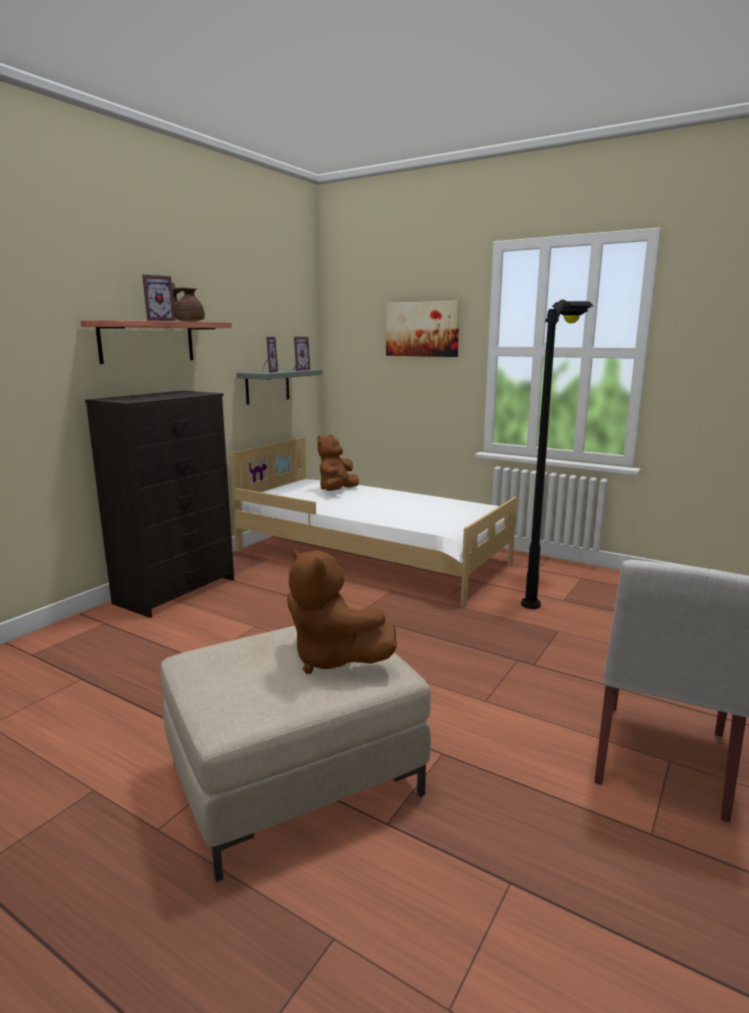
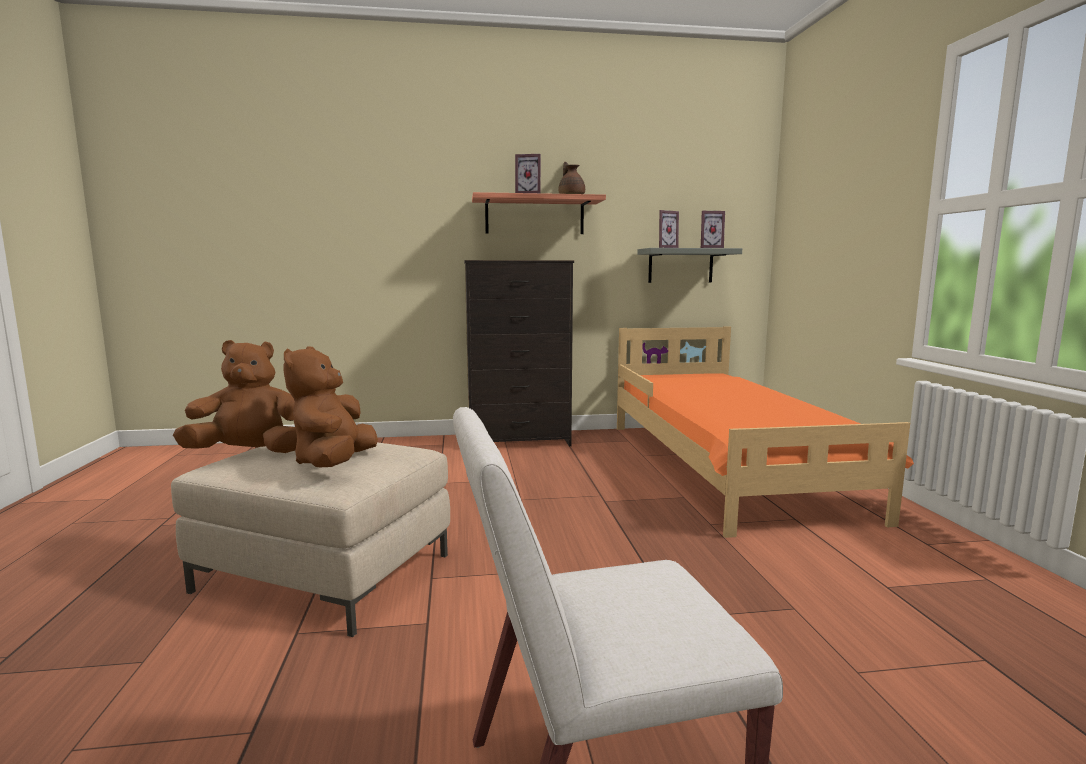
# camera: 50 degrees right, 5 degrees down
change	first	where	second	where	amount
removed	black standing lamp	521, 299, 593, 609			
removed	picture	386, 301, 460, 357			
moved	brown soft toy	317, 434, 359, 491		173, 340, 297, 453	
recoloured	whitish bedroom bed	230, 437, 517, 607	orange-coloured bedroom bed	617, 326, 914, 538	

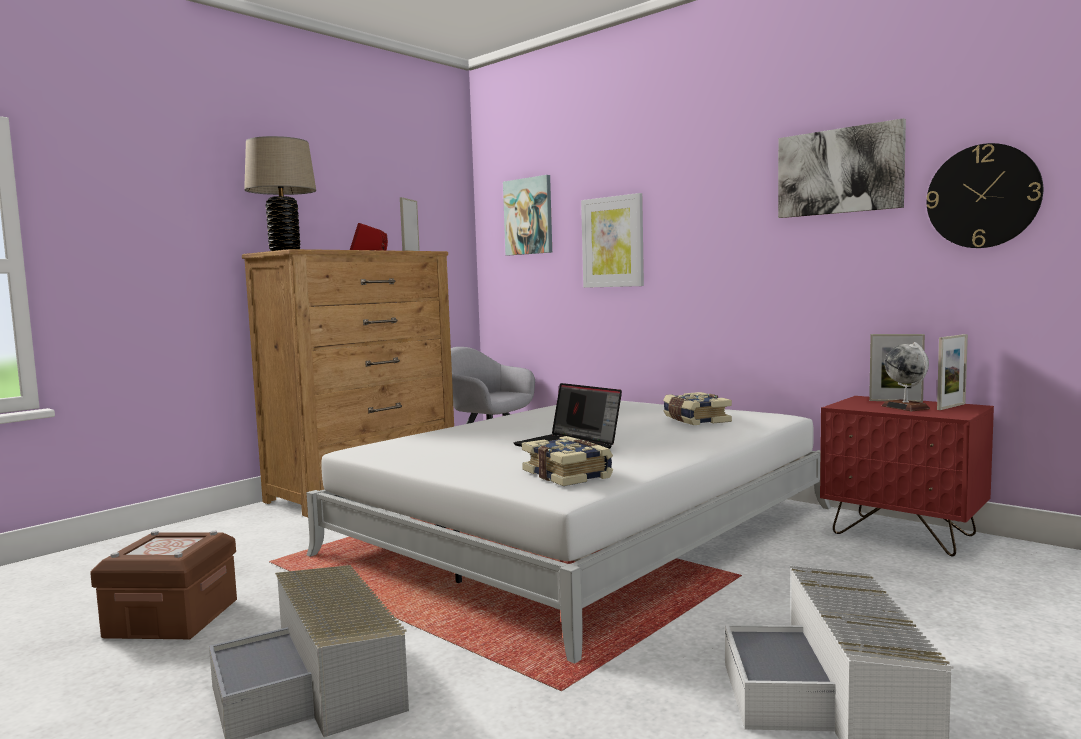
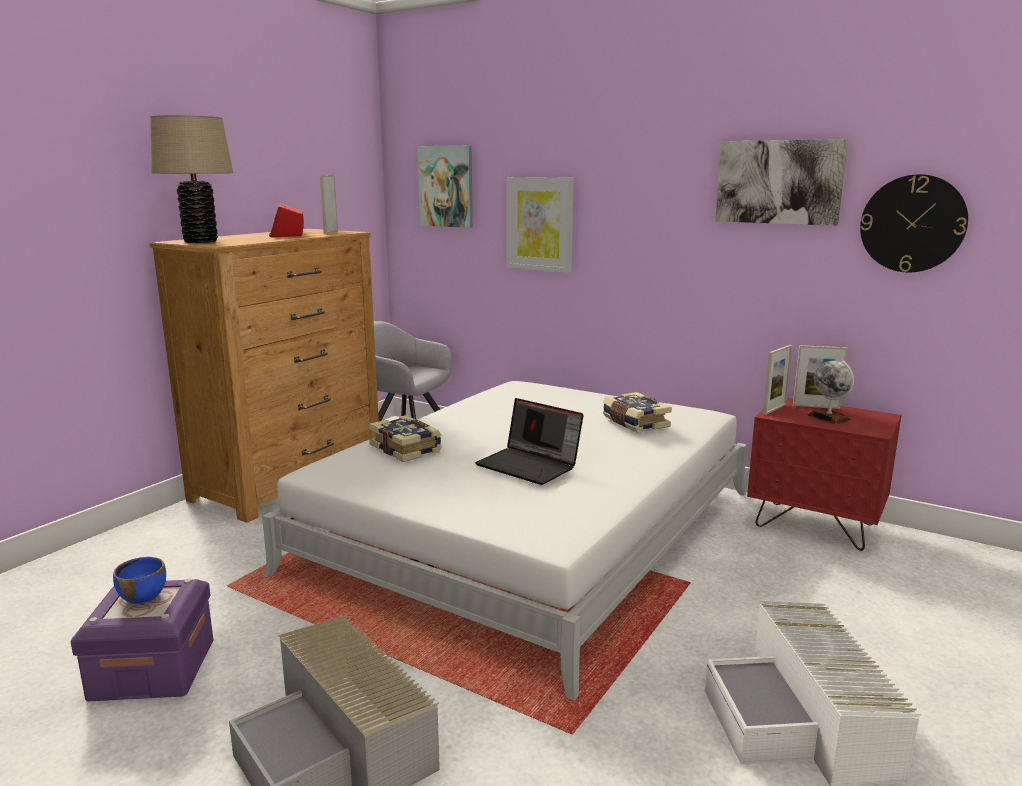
# camera: 10 degrees left, 10 degrees up
change	first	where	second	where	amount
moved	standing frame	937, 334, 968, 410		763, 345, 793, 415	
moved	bound book	522, 436, 613, 486		369, 415, 442, 462	
recoloured	brown storage box	90, 531, 237, 639	purple-coloured storage box	70, 579, 213, 702	
added			blue-coloured serving bowl	113, 557, 166, 604	

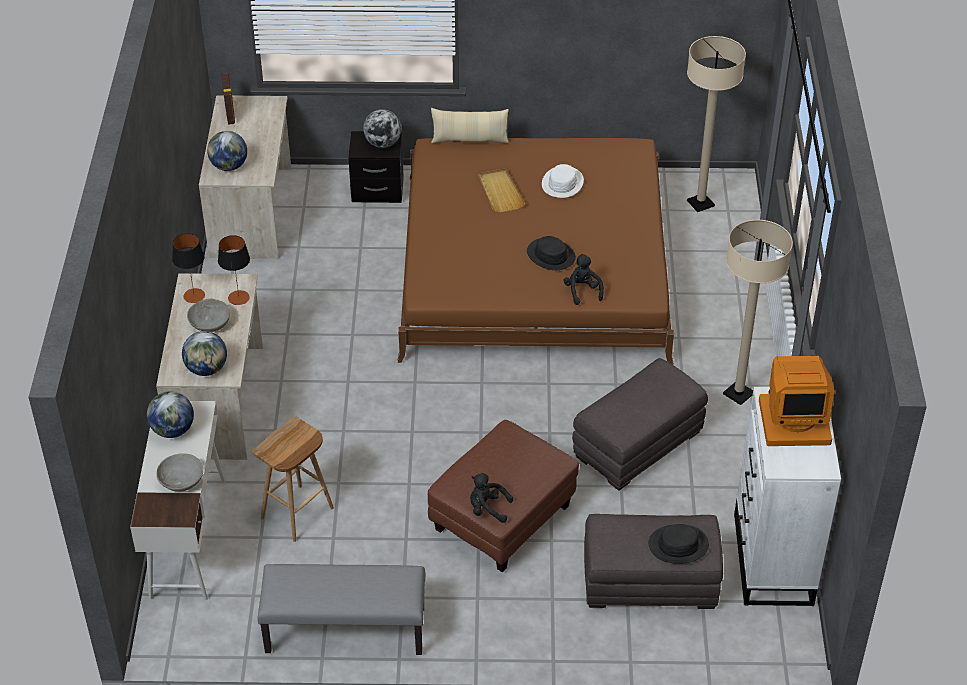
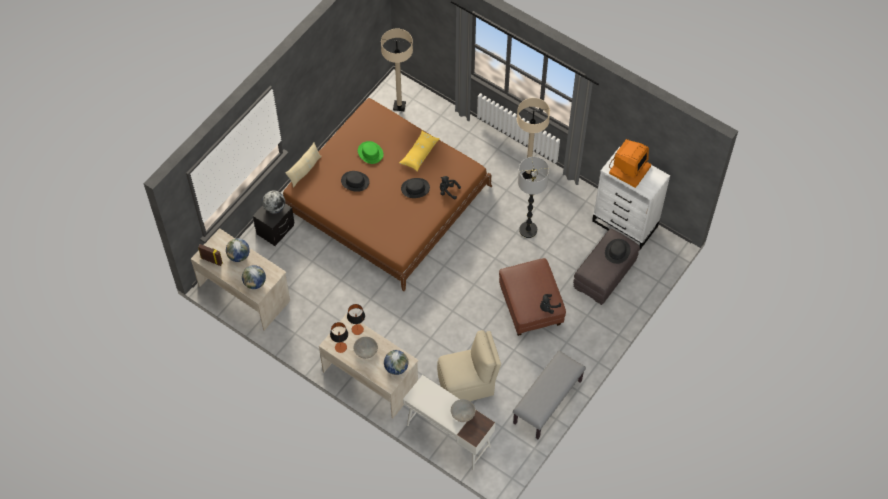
# camera: 55 degrees left, 15 degrees up
change	first	where	second	where	amount
recoloured	whitish clothing hat	542, 164, 584, 198	green-coloured clothing hat	358, 141, 384, 164	
replaced	sand-coloured tray	478, 168, 525, 212	black clothing hat	341, 171, 369, 192	
replaced	grey ottoman	572, 358, 708, 491	standing lamp	518, 157, 549, 238	
moved	world globe	147, 391, 194, 438		226, 238, 250, 262	
replaced	brown stool	252, 416, 334, 542	sand-coloured plain chair	437, 330, 501, 401	
added			yellow-coloured throw pillow	399, 131, 440, 172	

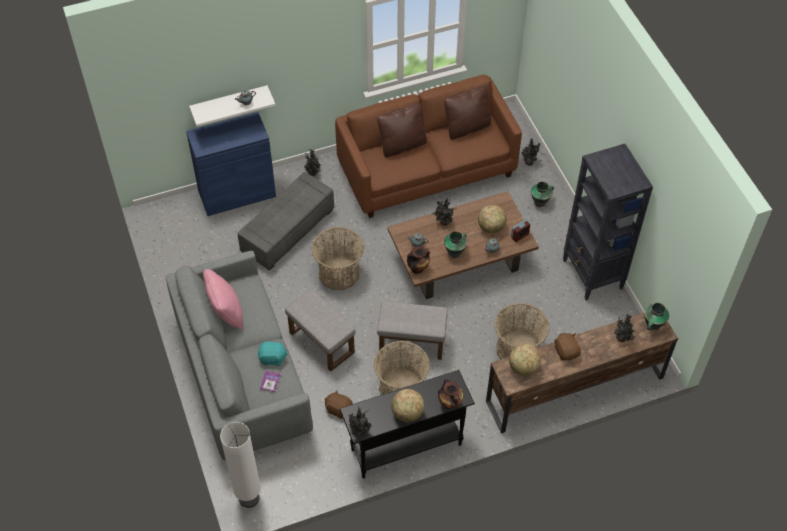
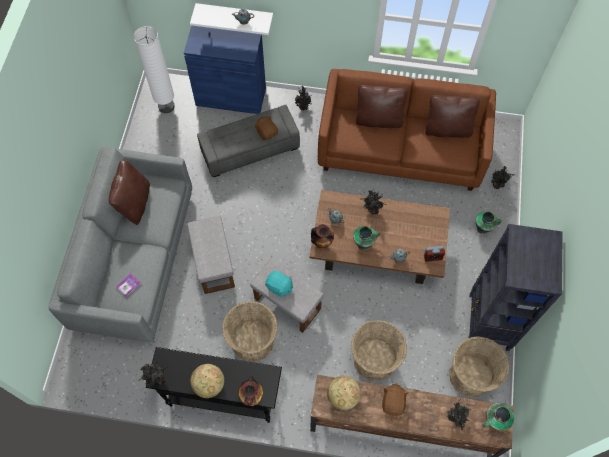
# camera: 30 degrees right, 10 degrees up
change	first	where	second	where	amount
removed	world globe	478, 205, 507, 233			
moved	household basket	311, 227, 364, 290		449, 337, 509, 397	
recoloured	pink-coloured throw pillow	203, 269, 244, 329	brown throw pillow	109, 159, 150, 225	
moved	turquoise-coloured soft toy	258, 340, 288, 366		265, 271, 293, 297	
moved	brown soft toy	325, 390, 352, 419		254, 116, 278, 141	
moved	whitish standing lamp	220, 422, 261, 508		134, 26, 175, 113	

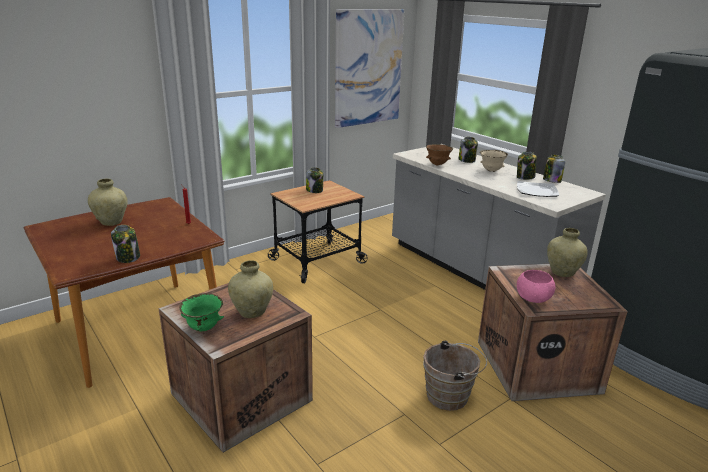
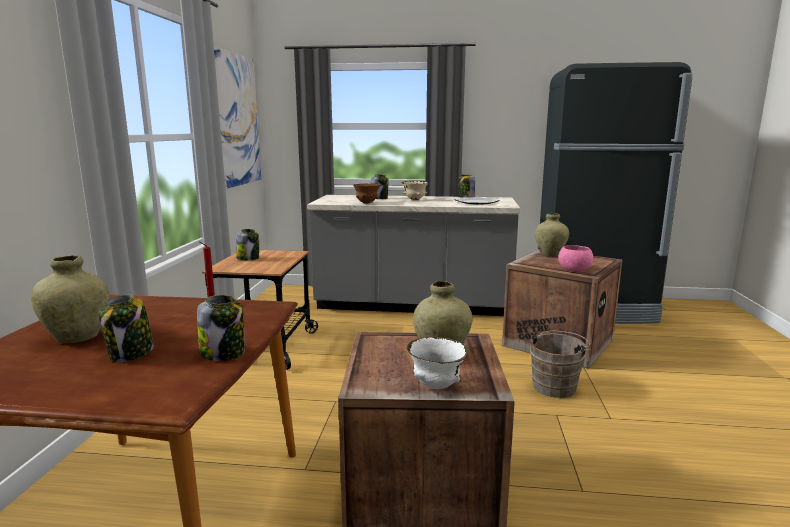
# camera: 45 degrees left, 10 degrees down
change	first	where	second	where	amount
moved	storage jar	517, 152, 537, 180		99, 295, 154, 363	
recoloured	green-coloured serving bowl	180, 293, 224, 331	whitish serving bowl	407, 337, 468, 389	

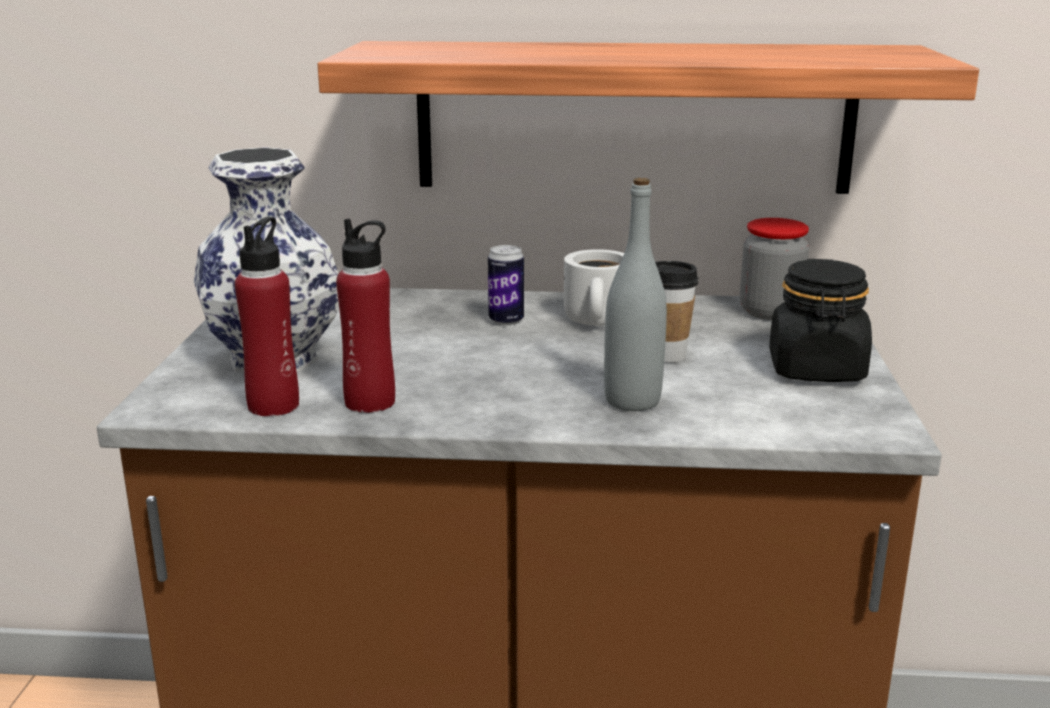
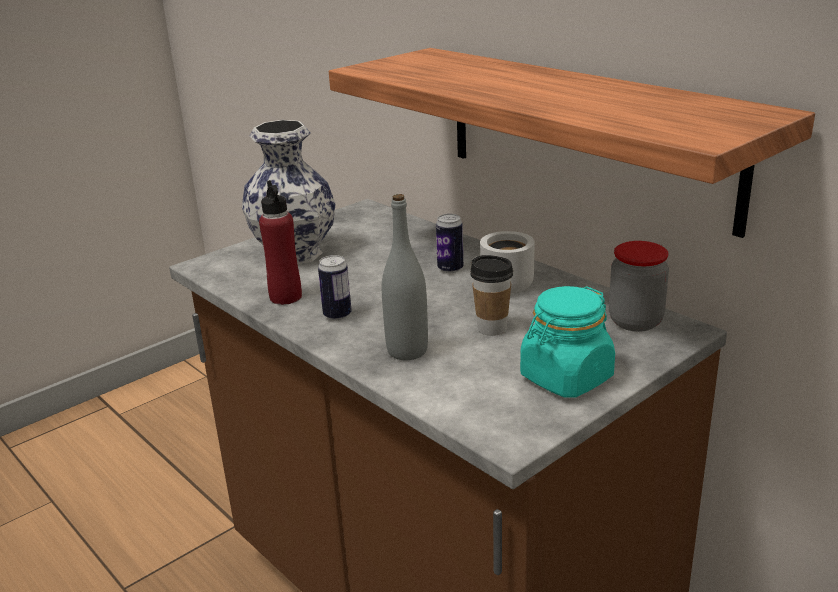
# camera: 45 degrees right, 5 degrees up
change	first	where	second	where	amount
removed	red-coloured drink bottle	235, 217, 299, 416			
recoloured	black storage jar	769, 259, 872, 382	turquoise-coloured storage jar	520, 286, 615, 398	
added			metal can	318, 255, 351, 320	

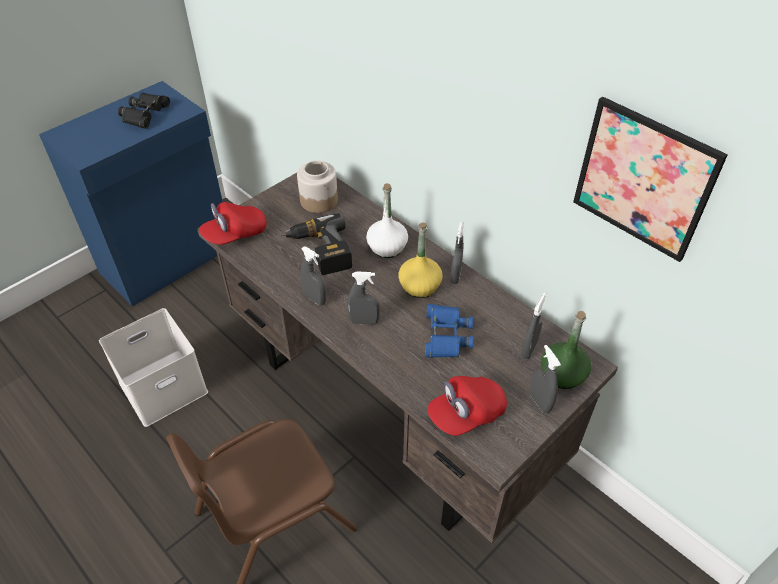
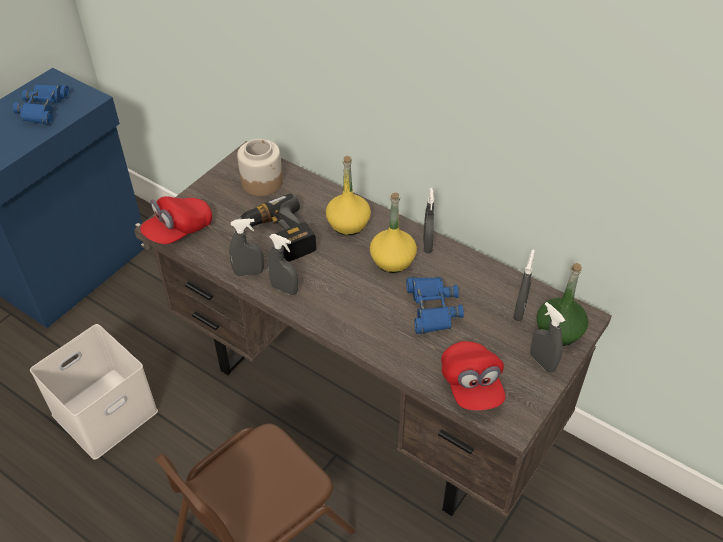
# camera: 10 degrees left, 0 degrees up
change	first	where	second	where	amount
recoloured	black binoculars	118, 93, 170, 129	blue-coloured binoculars	13, 84, 70, 125	
removed	picture	573, 97, 728, 262			
recoloured	whitish drink bottle	366, 183, 408, 258	yellow-coloured drink bottle	326, 156, 371, 236	
moved	grey sprayer	348, 271, 380, 325		229, 218, 264, 276	
turned	red-coloured cap	427, 376, 507, 436		441, 341, 506, 411	60 degrees counterclockwise

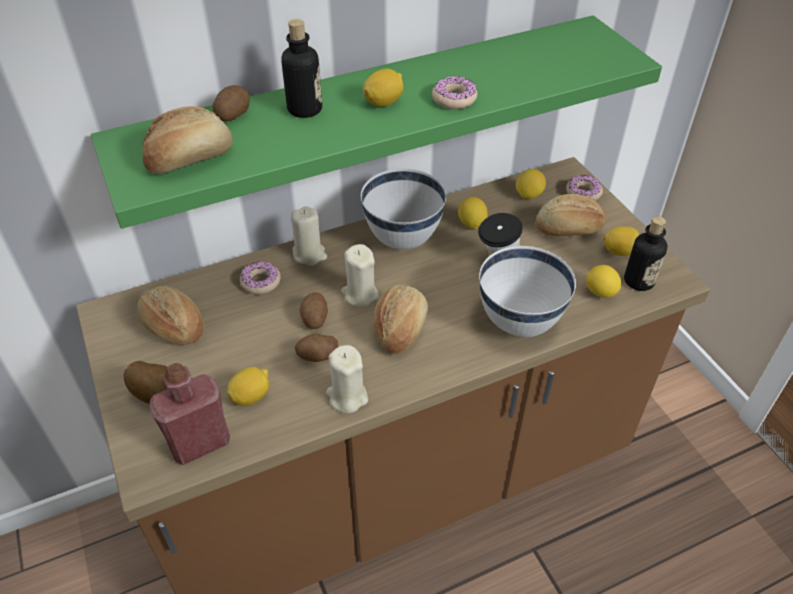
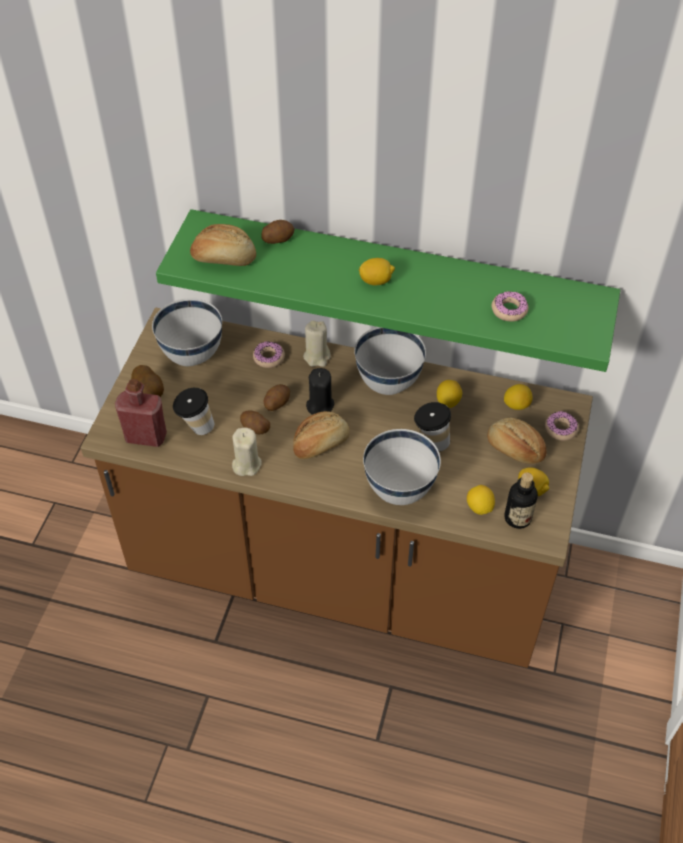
# camera: 40 degrees right, 5 degrees up
change	first	where	second	where	amount
removed	drink bottle	281, 19, 322, 118			
moved	donut	432, 76, 477, 109		492, 291, 529, 322	
recoloured	sand-coloured candle	341, 244, 379, 307	black candle	306, 368, 334, 415	
replaced	baked bread	137, 286, 204, 345	whitish serving bowl	152, 298, 222, 366	
replaced	whole lemon	227, 367, 270, 406	cup	173, 388, 214, 435	

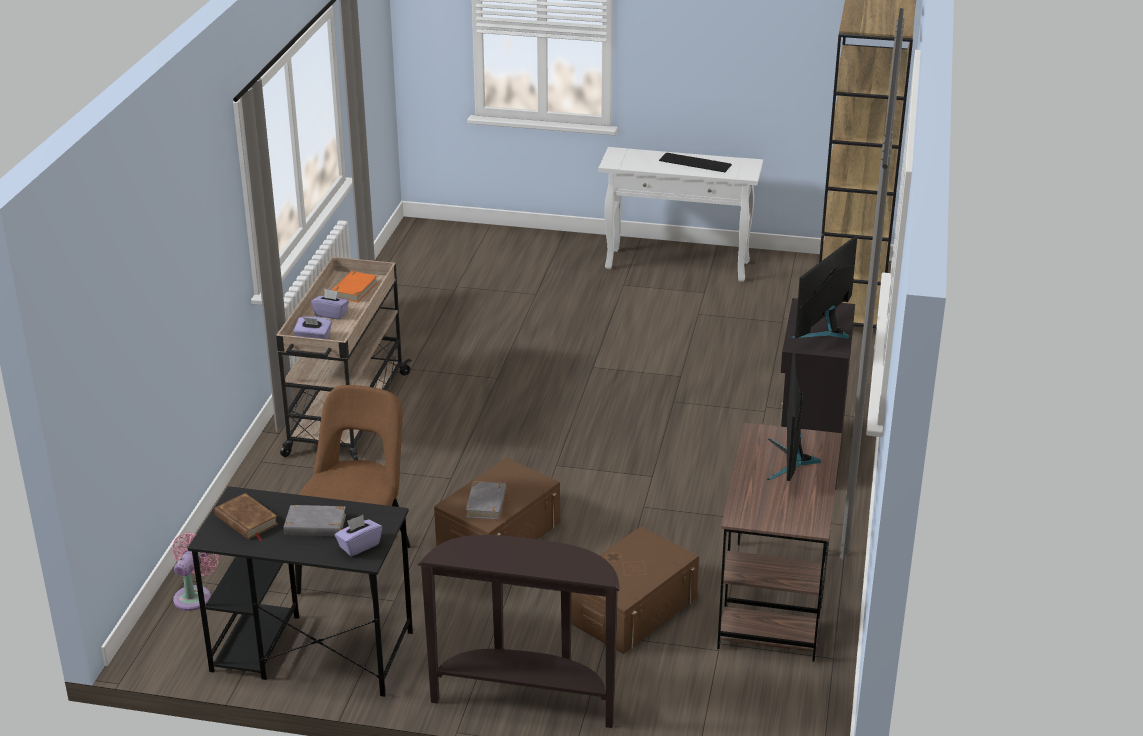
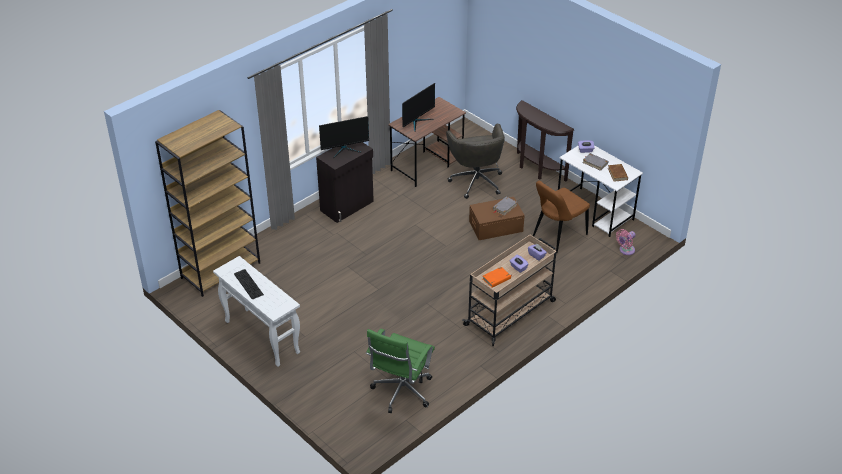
# camera: 145 degrees left, 10 degrees up
change	first	where	second	where	amount
recoloured	black desk	188, 486, 413, 697	whitish desk	558, 145, 643, 237	
replaced	brown storage box	571, 526, 699, 654	grey computer chair	446, 123, 505, 199	
added			green-coloured computer chair	366, 329, 435, 413	

